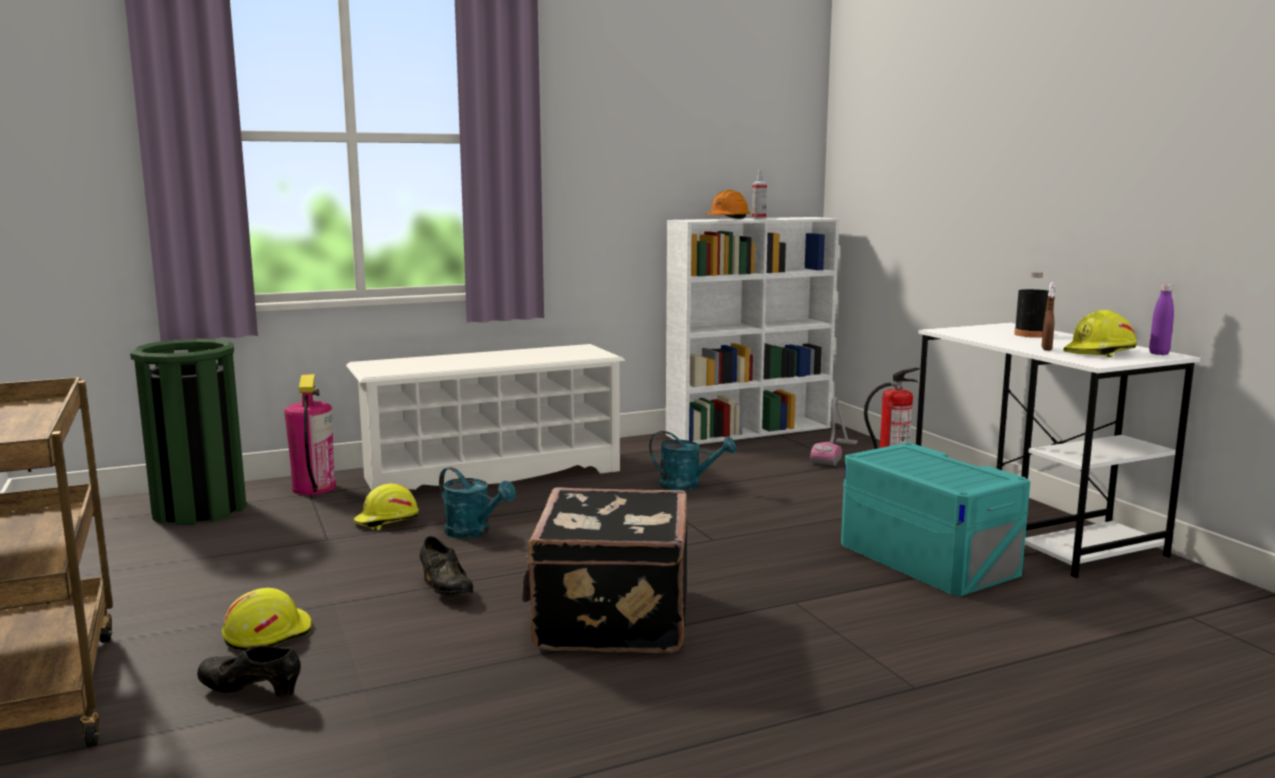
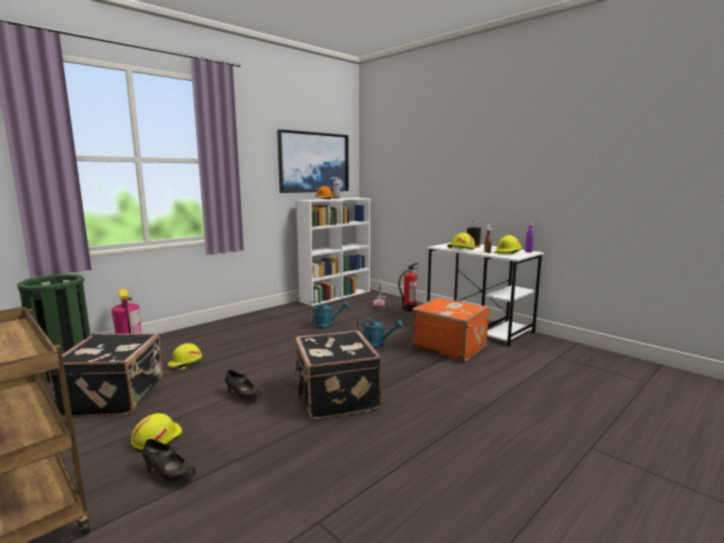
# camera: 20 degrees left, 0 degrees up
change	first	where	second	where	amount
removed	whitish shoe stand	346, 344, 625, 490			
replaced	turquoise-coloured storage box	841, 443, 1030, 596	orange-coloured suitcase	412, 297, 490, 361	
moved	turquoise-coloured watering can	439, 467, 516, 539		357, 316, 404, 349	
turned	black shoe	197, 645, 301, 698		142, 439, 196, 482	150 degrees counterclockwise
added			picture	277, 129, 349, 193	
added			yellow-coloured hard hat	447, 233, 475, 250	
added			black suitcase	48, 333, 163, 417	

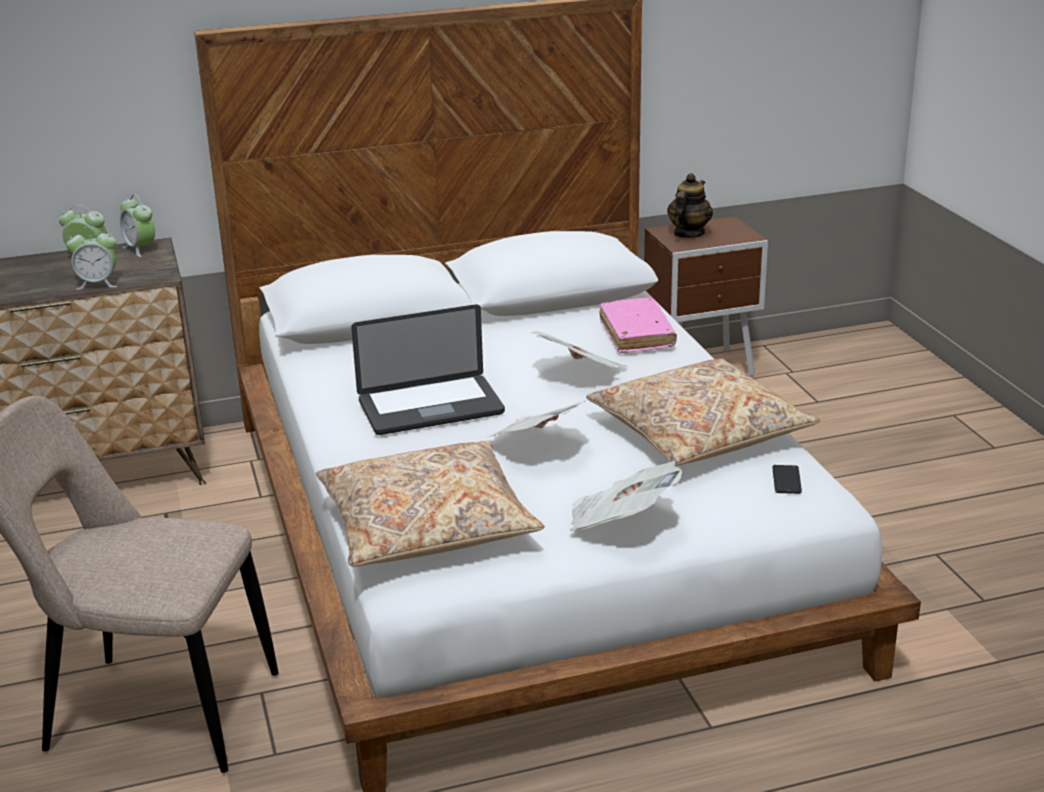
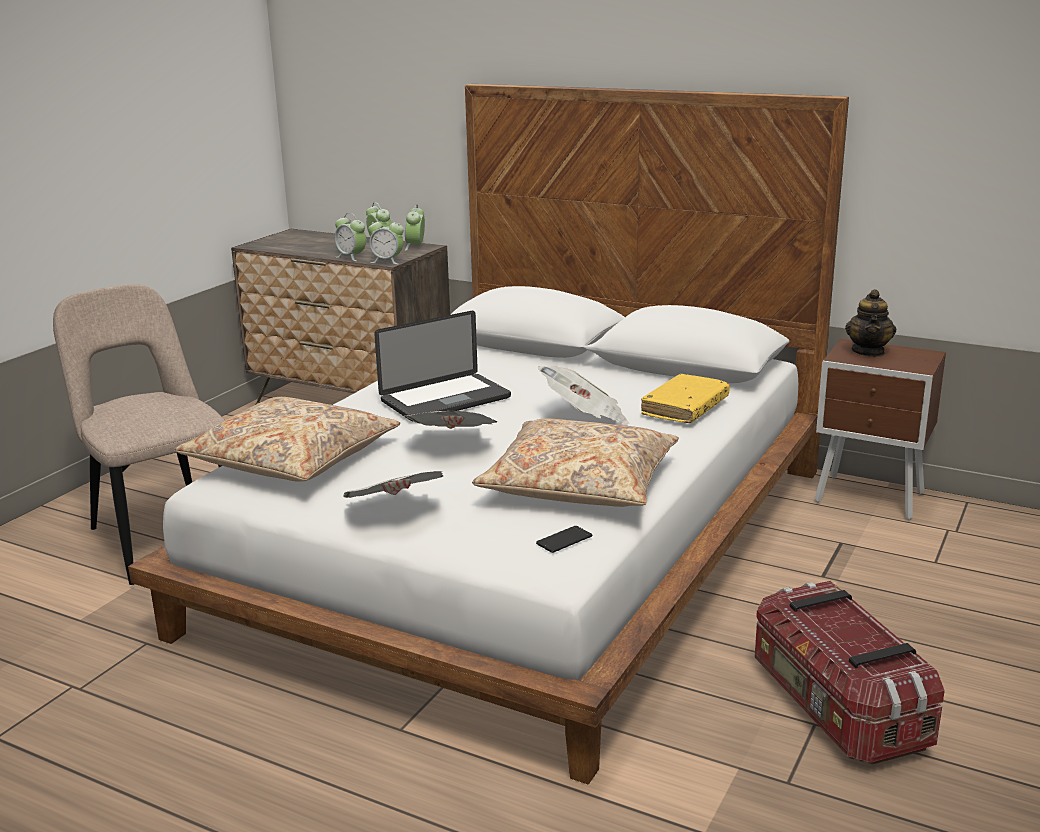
# camera: 45 degrees right, 5 degrees down
change	first	where	second	where	amount
turned	tea pot	667, 173, 713, 238		845, 289, 896, 357	120 degrees clockwise
recoloured	pink-coloured bound book	600, 298, 677, 353	yellow-coloured bound book	641, 374, 730, 423	
turned	laptop	351, 304, 505, 435		374, 311, 511, 421	60 degrees counterclockwise
added			bedside clock	368, 216, 404, 265	
added			storage box	754, 581, 945, 765	

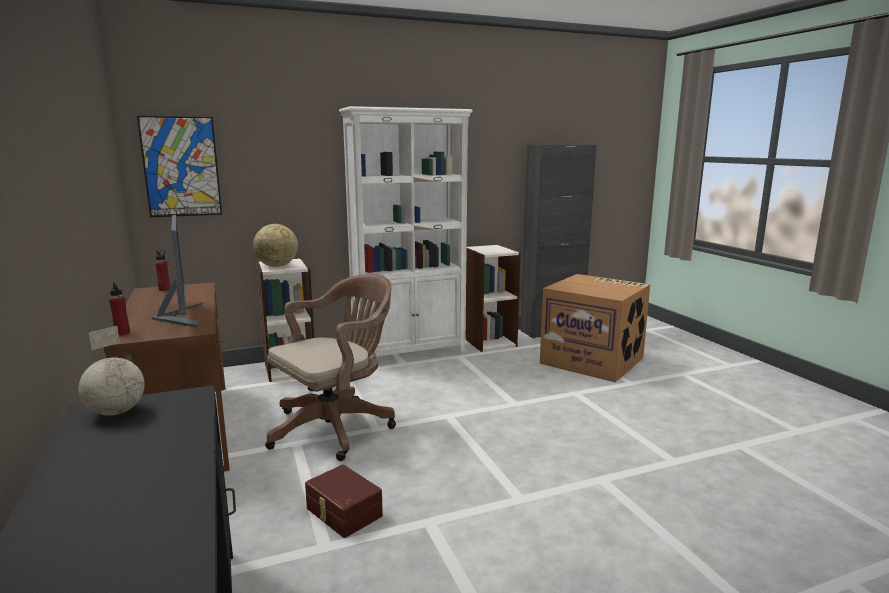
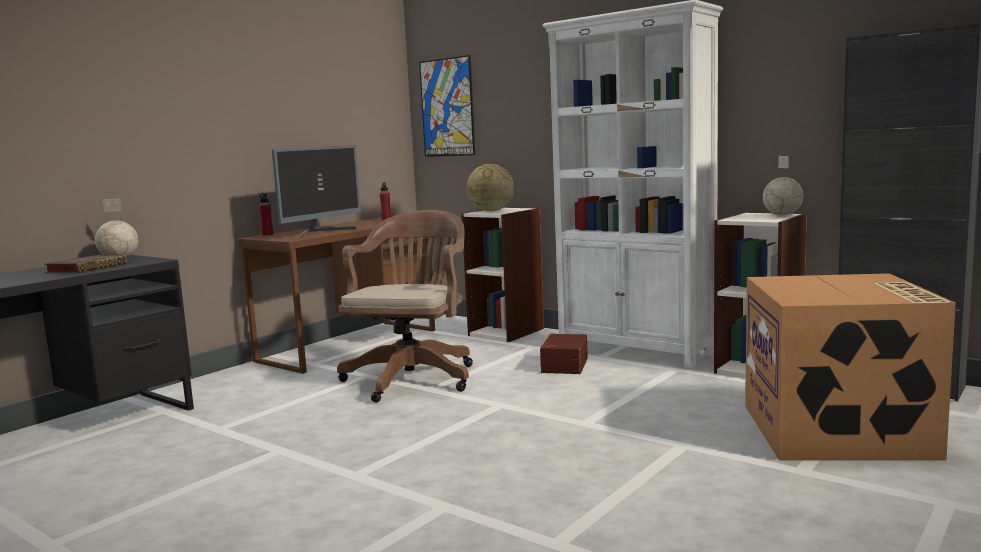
# camera: 60 degrees right, 5 degrees down
change	first	where	second	where	amount
turned	brown computer chair	265, 274, 396, 461		337, 210, 473, 402	90 degrees counterclockwise
moved	brown storage box	305, 464, 383, 538		540, 334, 588, 374	
added			world globe	763, 156, 803, 215	
added			bound book	44, 255, 127, 273	

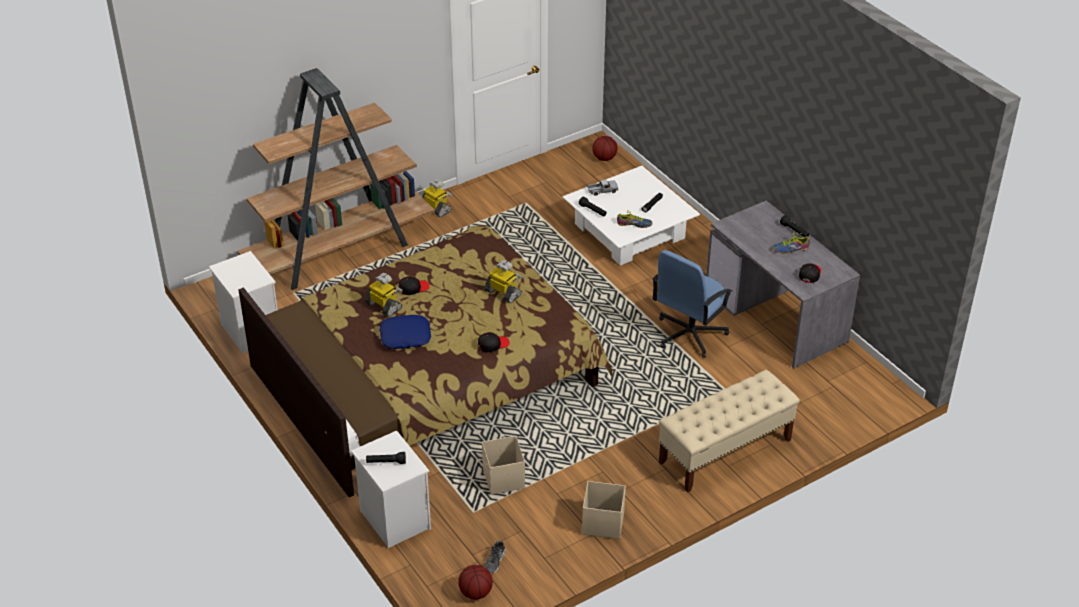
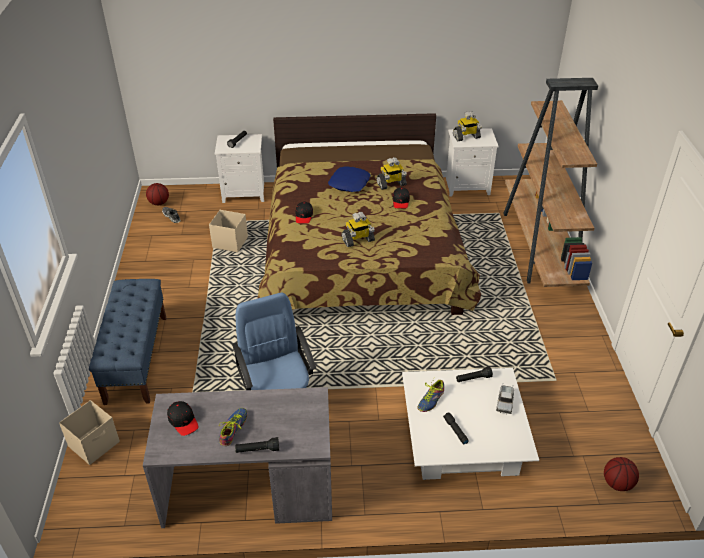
# camera: 120 degrees right, 0 degrees up
change	first	where	second	where	amount
moved	robot figure	422, 179, 453, 217		453, 111, 482, 141	
recoloured	sand-coloured indoor bench	659, 370, 800, 492	blue-coloured indoor bench	89, 279, 166, 405	
moved	sand-coloured storage box	582, 481, 626, 539		59, 400, 120, 465	

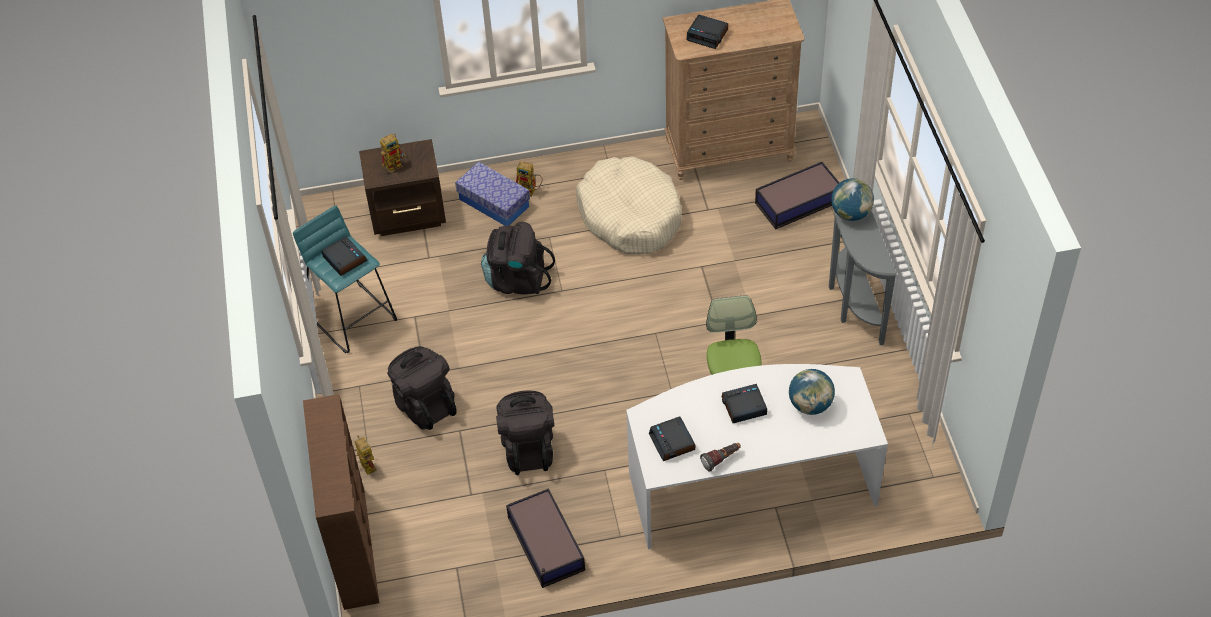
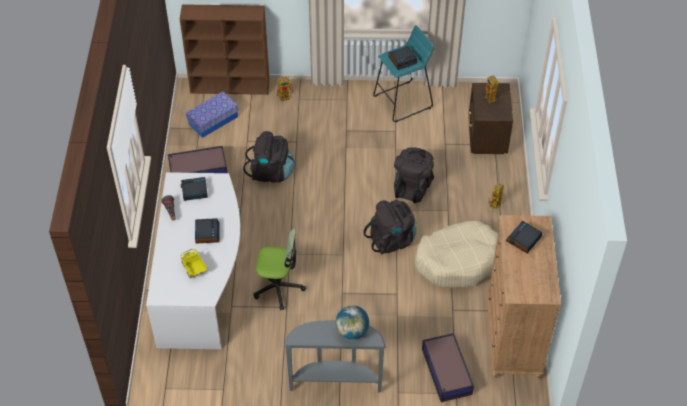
# camera: 100 degrees right, 0 degrees up
change	first	where	second	where	amount
moved	storage box	455, 162, 530, 226		186, 91, 239, 138	
moved	black backpack	387, 346, 457, 430		364, 200, 416, 254	
replaced	world globe	789, 369, 835, 415	model truck	180, 249, 208, 278	

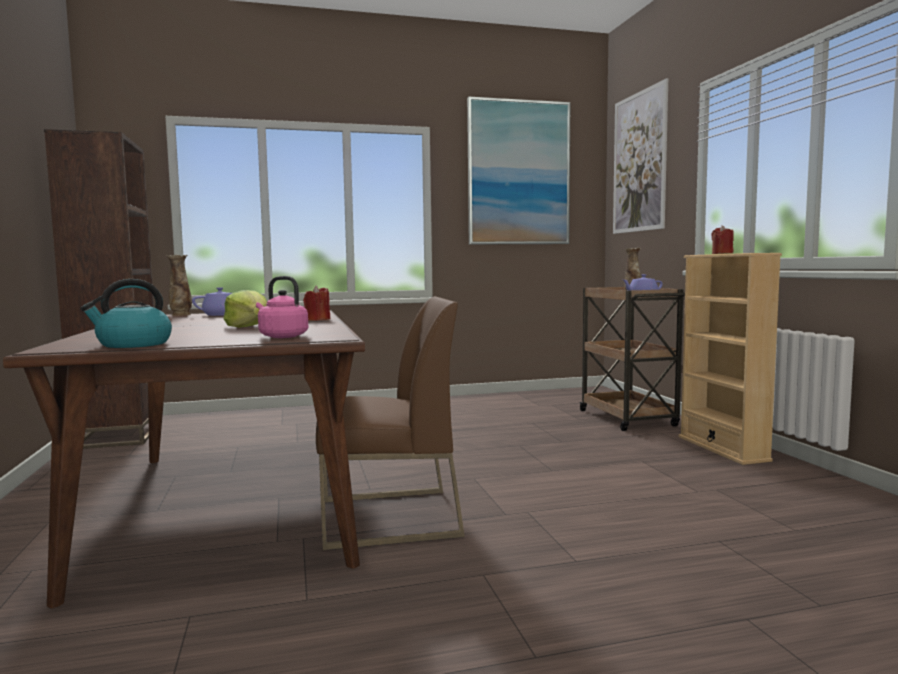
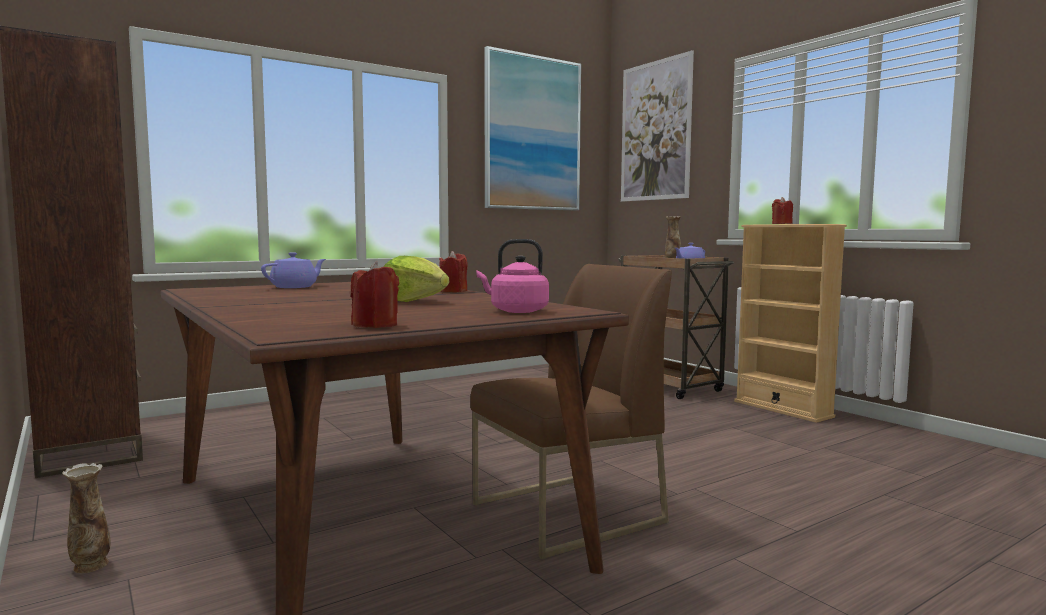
# camera: 20 degrees left, 0 degrees up
change	first	where	second	where	amount
moved	flower vase	166, 255, 192, 316		62, 463, 110, 573	
replaced	water kettle	81, 279, 172, 348	red-coloured candle	351, 261, 399, 328	

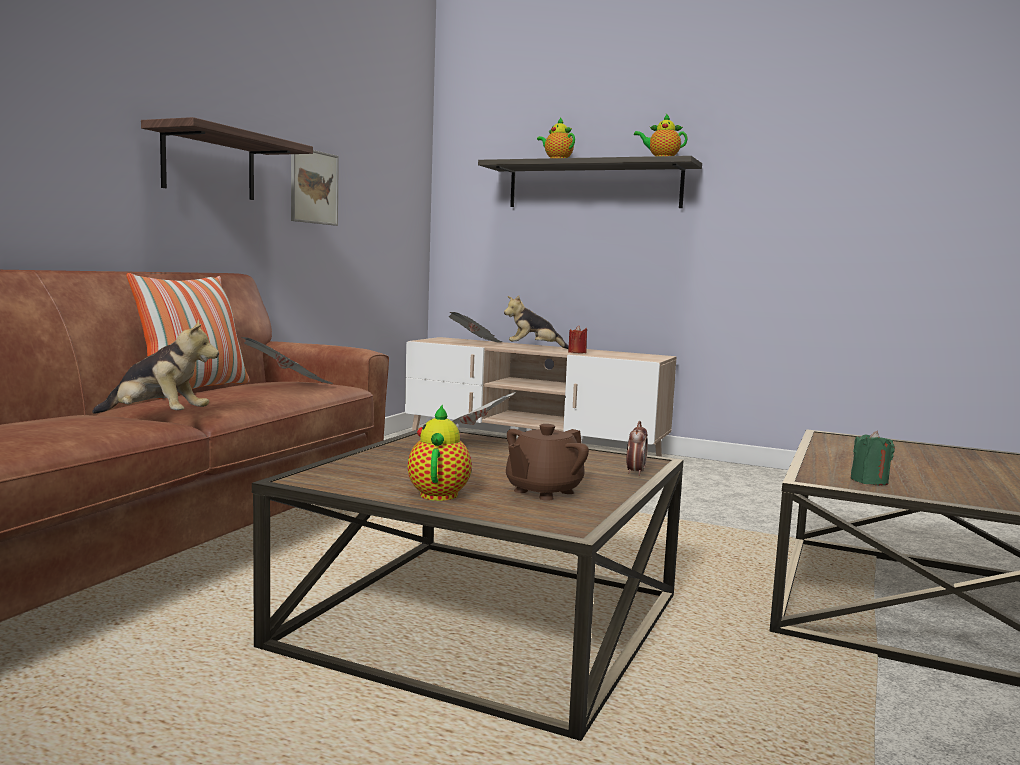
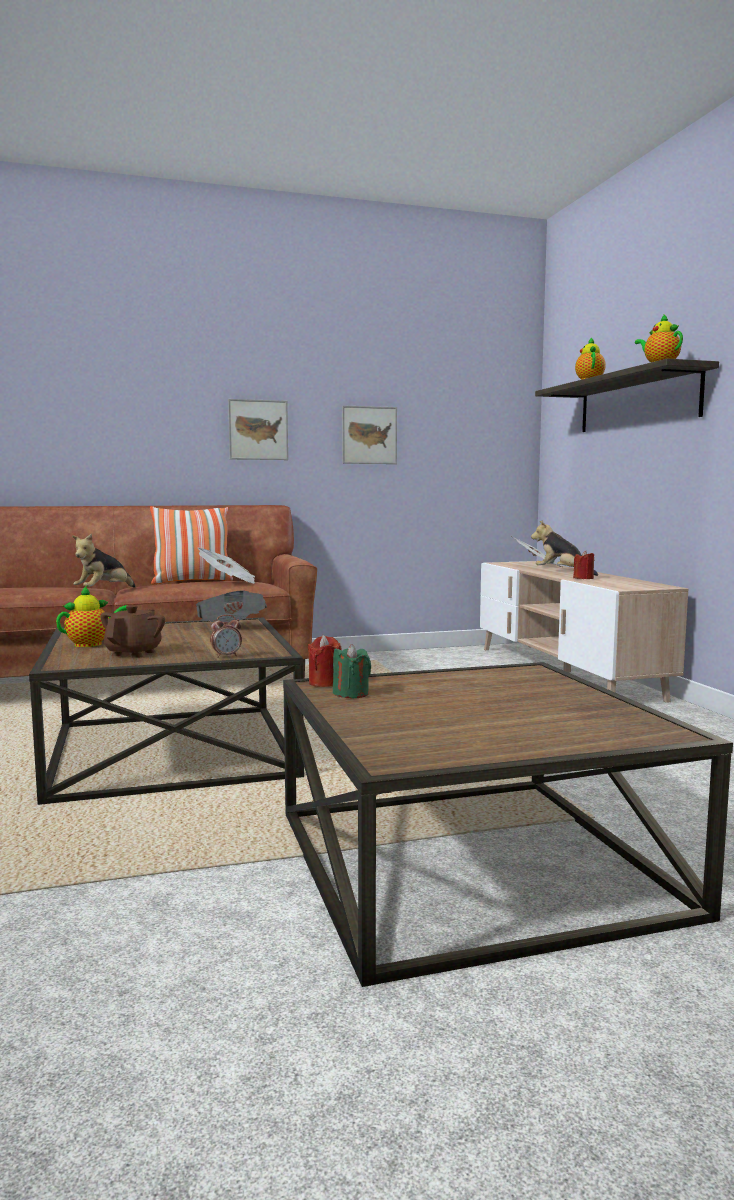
# camera: 50 degrees right, 0 degrees up
change	first	where	second	where	amount
replaced	wall shelf	141, 117, 313, 200	picture	228, 399, 288, 460	
turned	soft toy	92, 319, 219, 414		72, 533, 136, 588	60 degrees clockwise
turned	brown tea pot	506, 424, 589, 501		100, 605, 165, 658	105 degrees clockwise
added			red-coloured candle	308, 635, 342, 687	

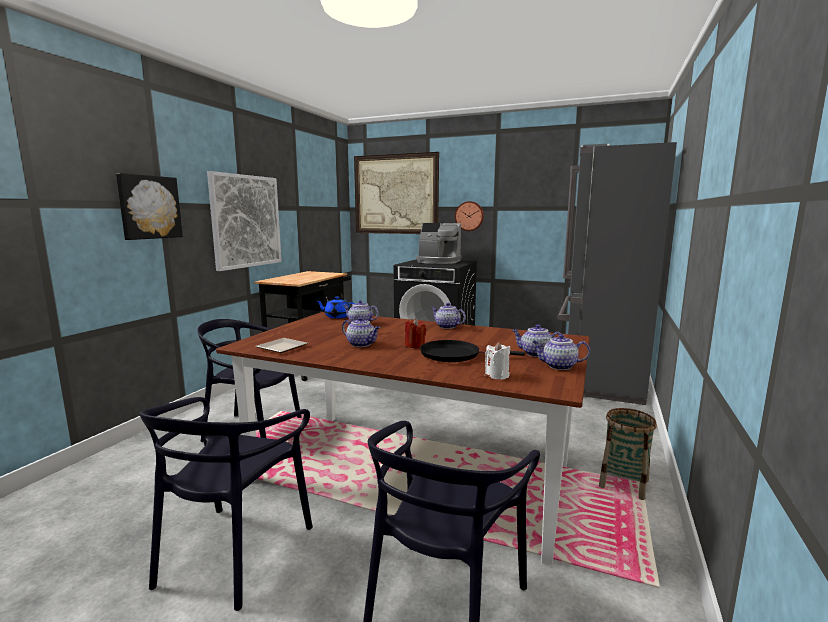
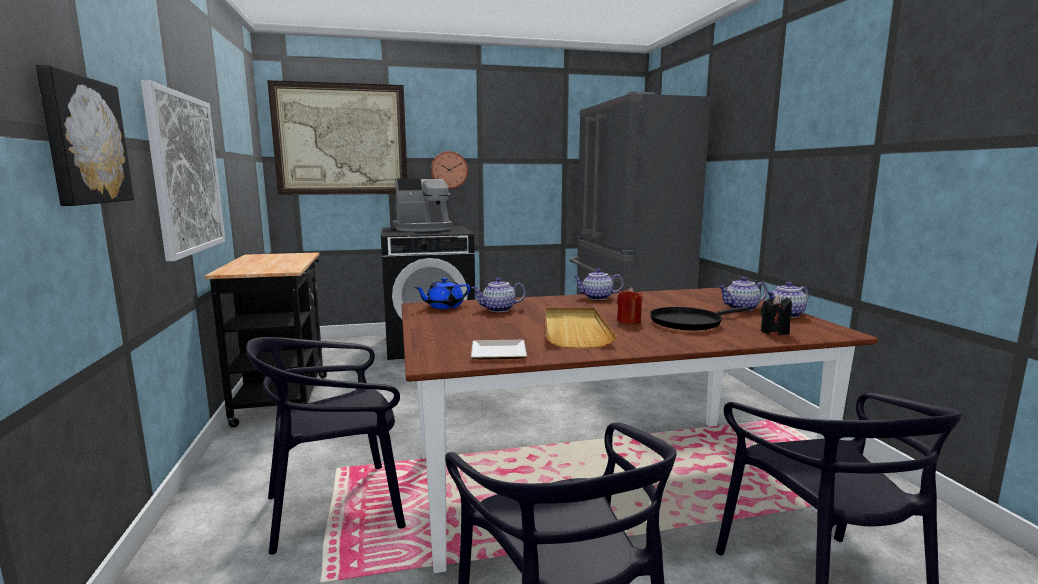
# camera: 35 degrees left, 0 degrees up
change	first	where	second	where	amount
replaced	tea pot	342, 317, 380, 347	sand-coloured tray	545, 308, 617, 348	
recoloured	whitish candle	485, 342, 510, 380	black candle	761, 295, 792, 335	
removed	household basket	599, 408, 657, 500			

